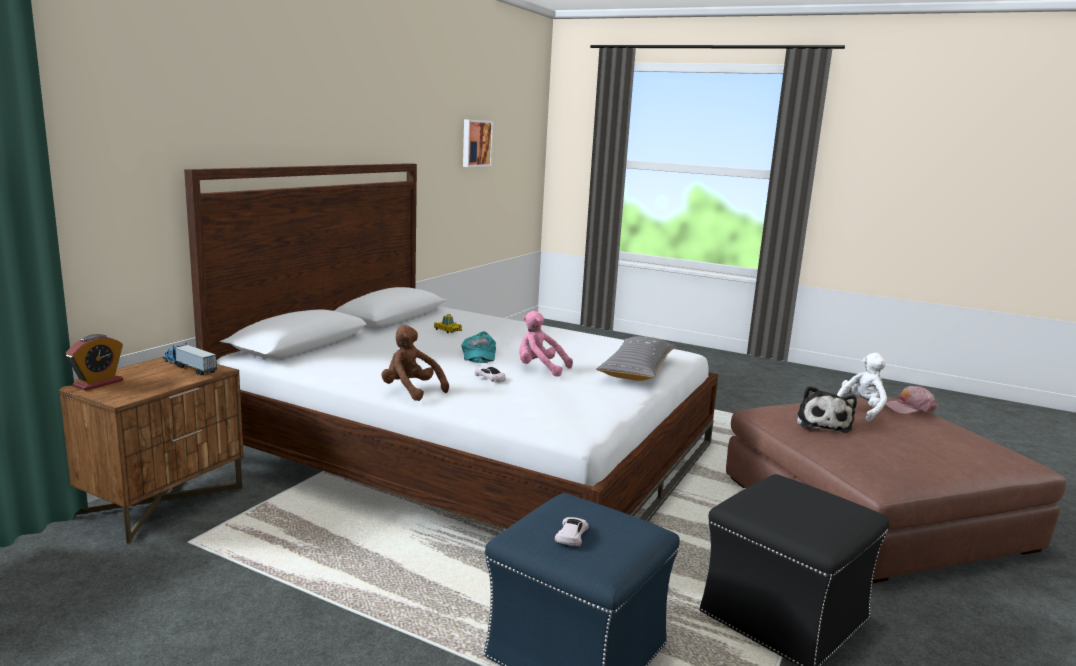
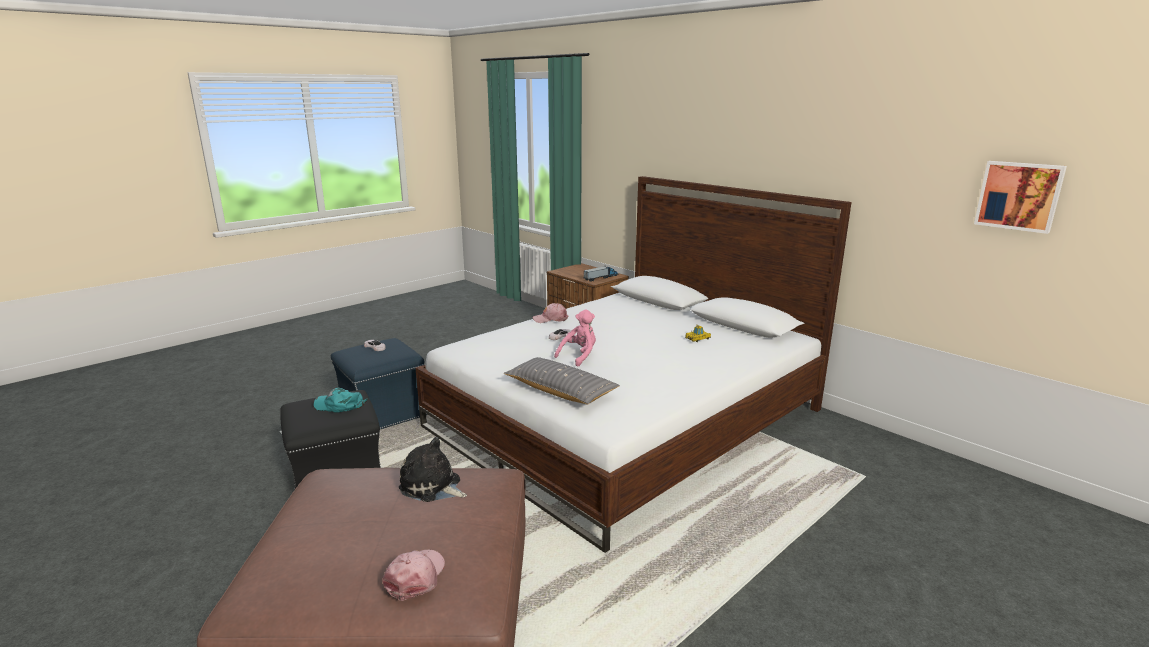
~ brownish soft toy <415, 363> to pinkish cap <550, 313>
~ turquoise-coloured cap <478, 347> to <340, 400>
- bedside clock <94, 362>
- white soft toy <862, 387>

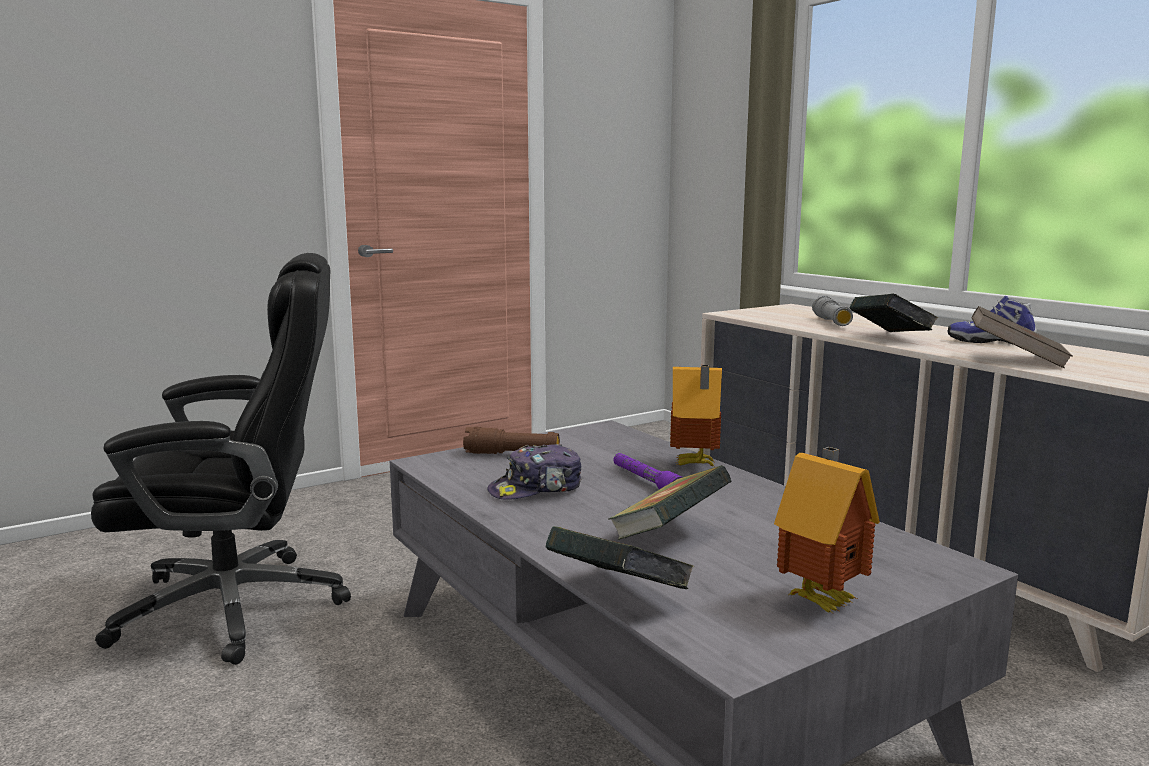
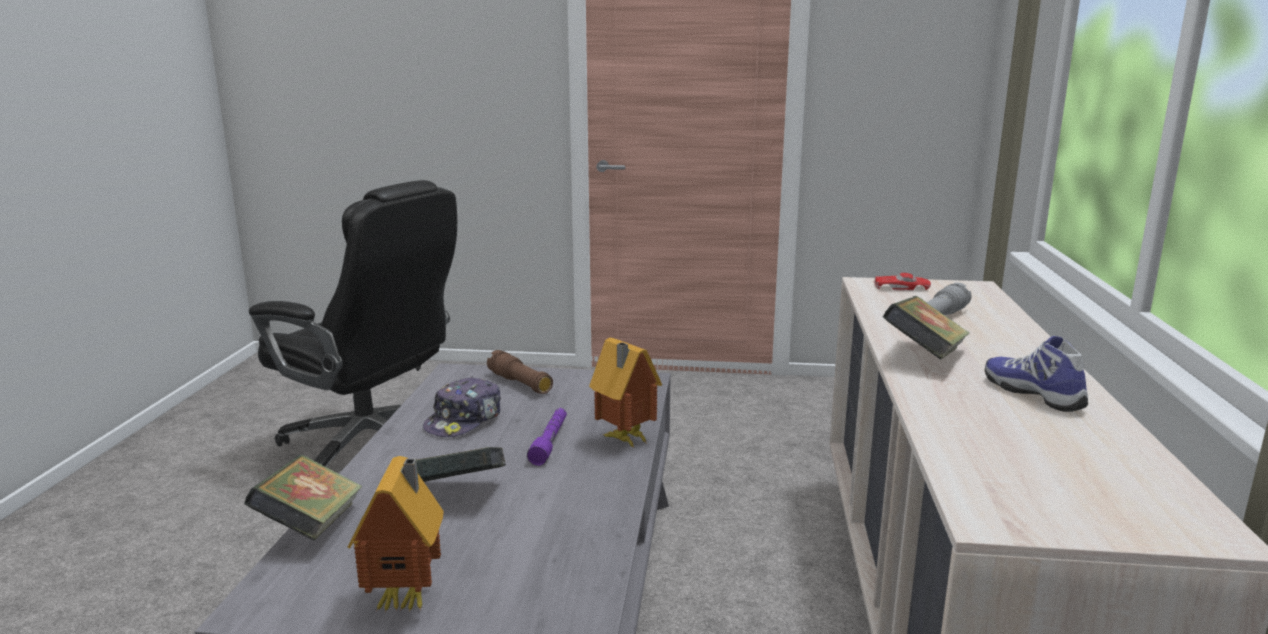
- brownish volume <1022, 337>
~ cap <534, 472> = <462, 406> 75 degrees counterclockwise
+ red model car <902, 282>

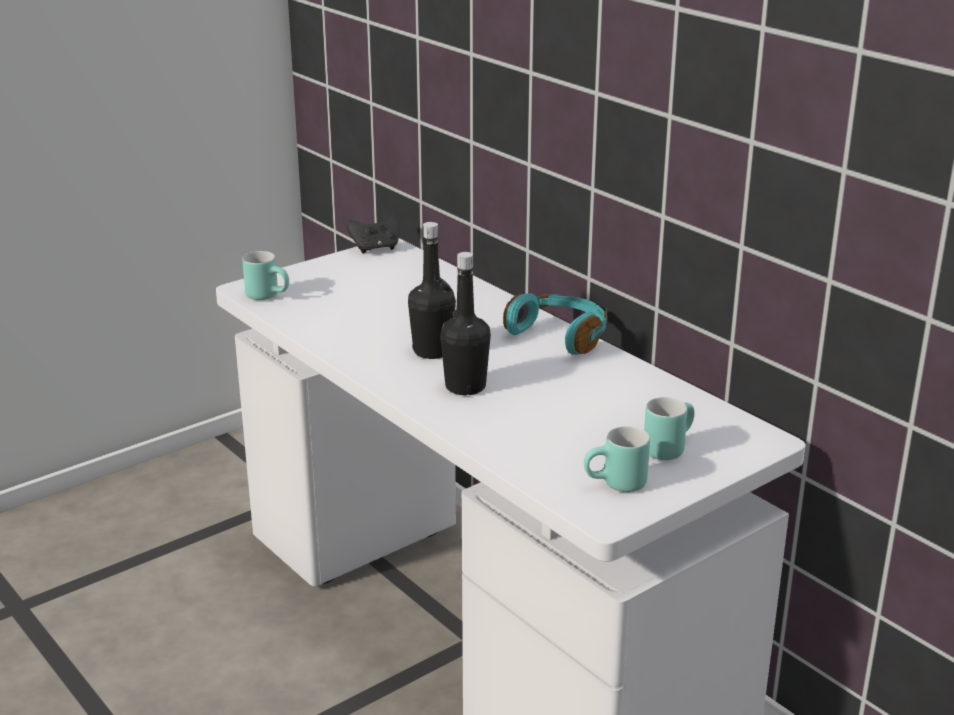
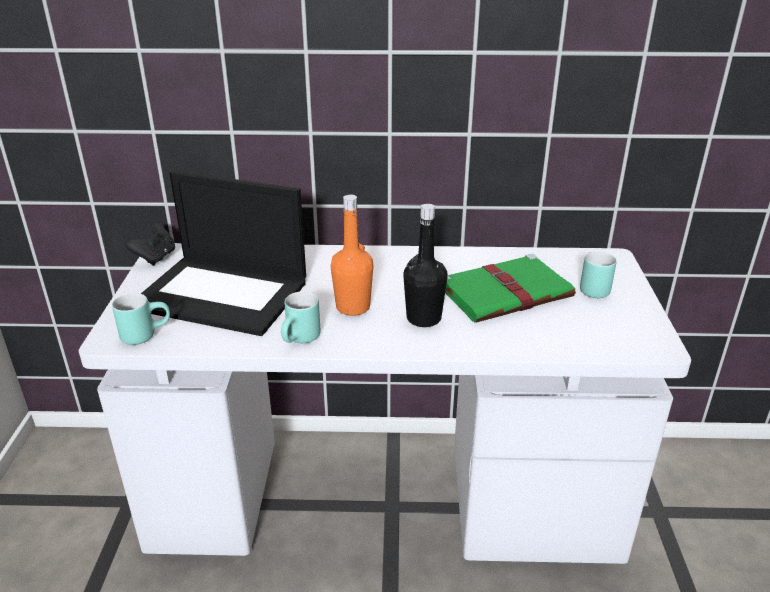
~ black-coloured drink bottle <432, 290> to orangey drink bottle <352, 255>
- turquoise-coloured headset <555, 324>
~ turquoise-coloured mug <617, 459> to <300, 317>
+ portable computer <223, 253>
+ green-coloured volume <510, 288>

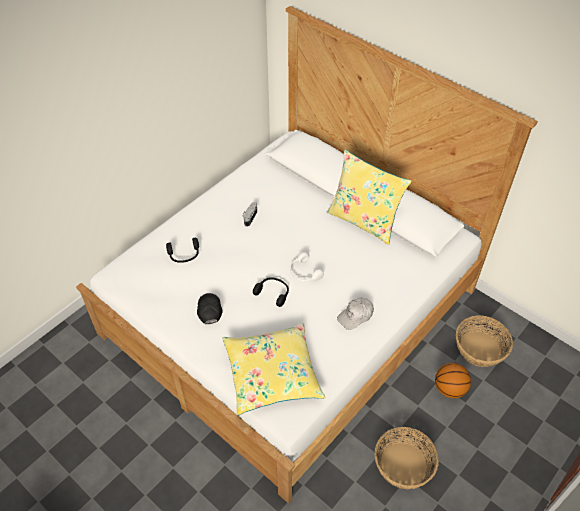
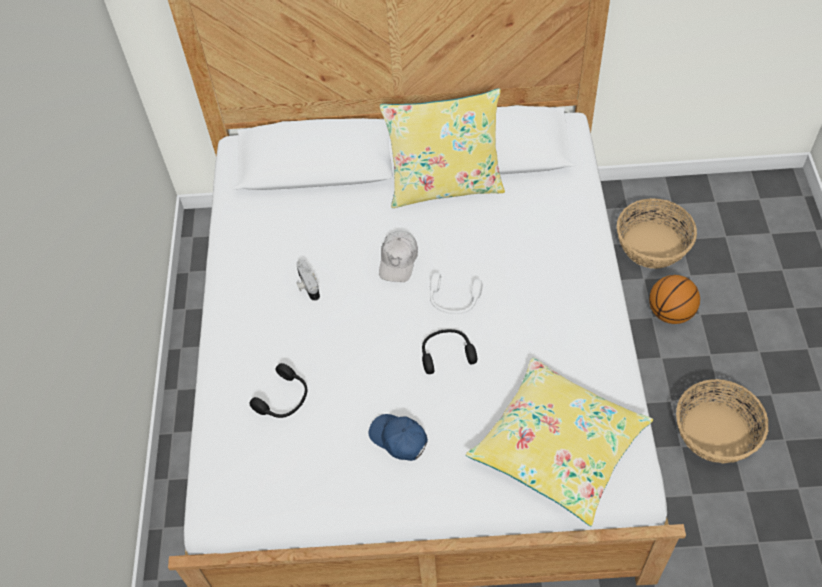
~ black-coloured cap <210, 308> to bluish cap <398, 437>
~ white cap <355, 313> to <398, 256>

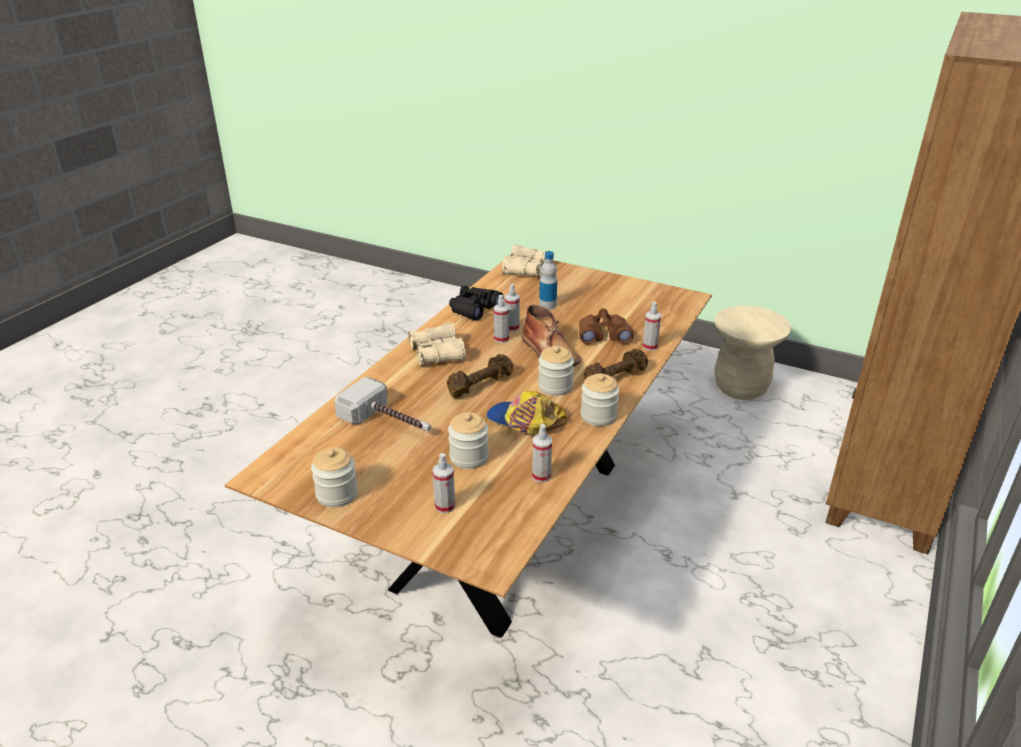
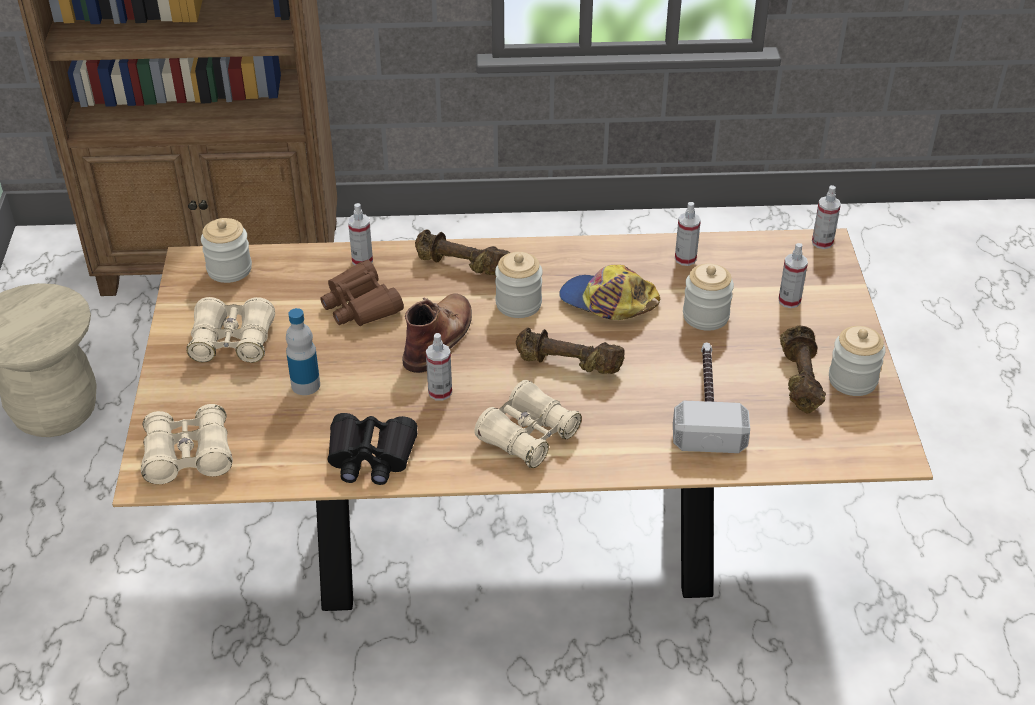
~ spray bottle <512, 307> to <826, 217>
~ preserve jar <599, 400> to <226, 250>
~ cap <526, 412> = <609, 292> 120 degrees clockwise
+ beige field glasses <230, 330>
+ brownish dumbbell <803, 370>

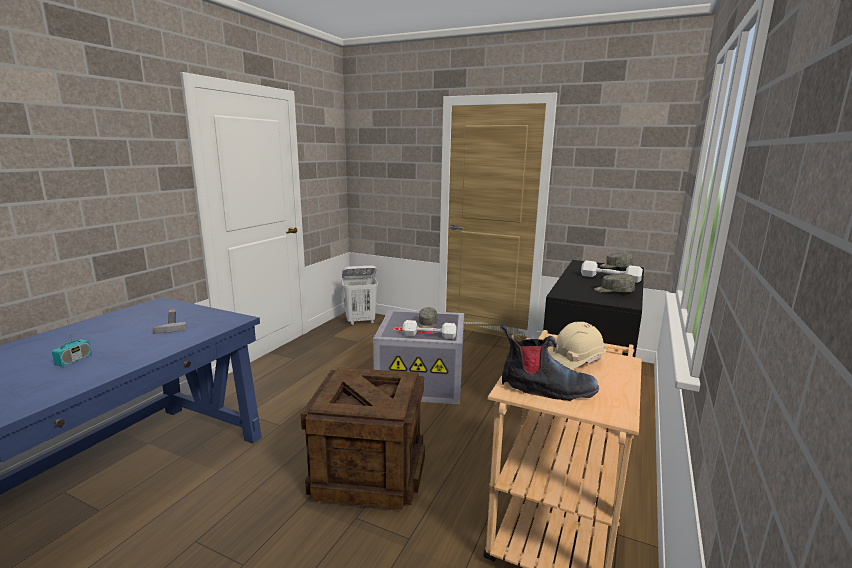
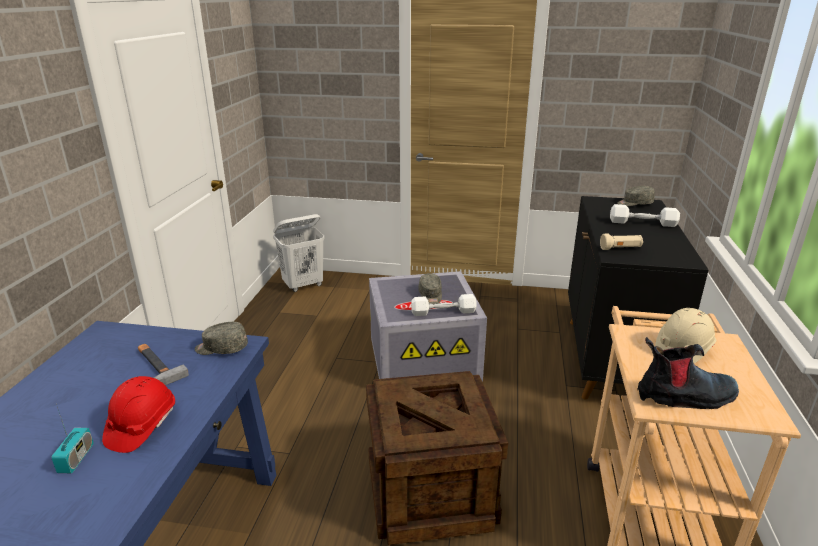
~ greyish cap <614, 283> to <221, 338>
+ beige hand torch <621, 242>
+ red safety helmet <138, 414>

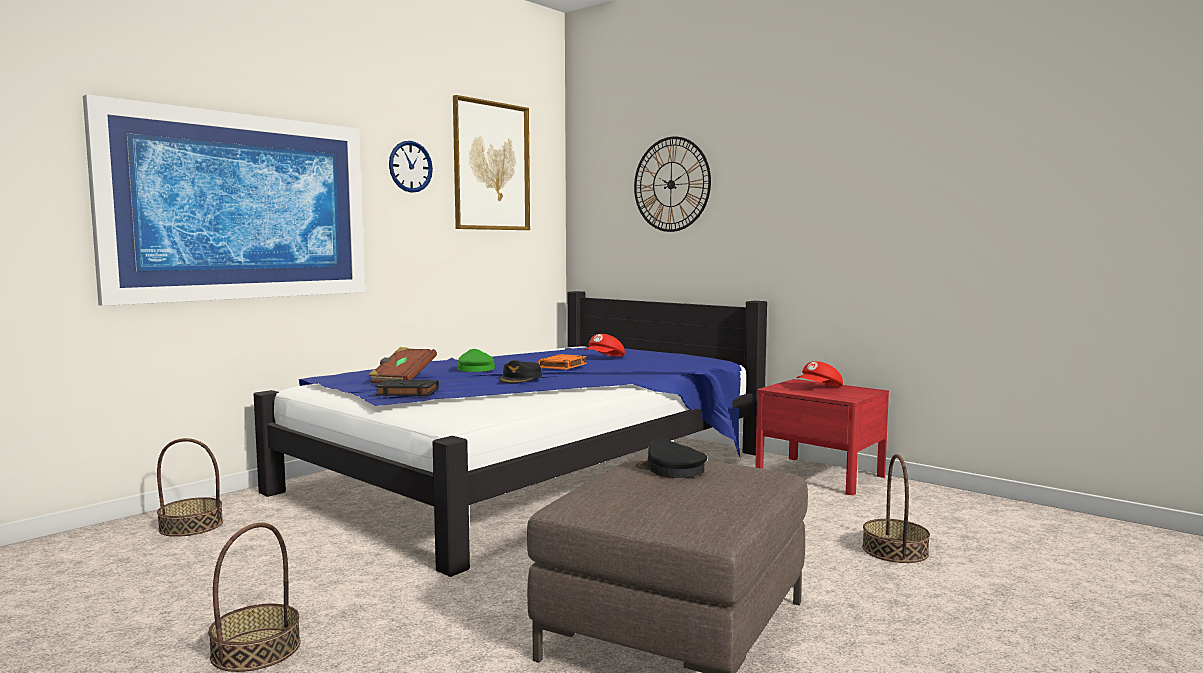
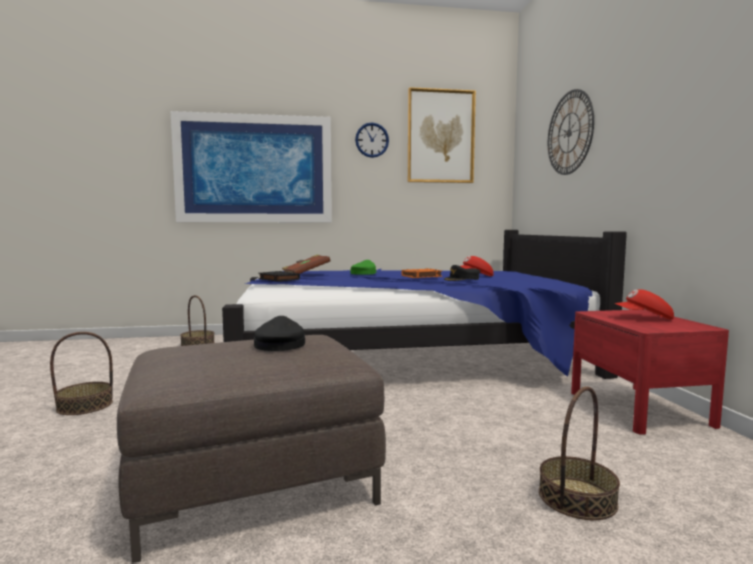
~ black-coloured cap <520, 371> to <462, 273>

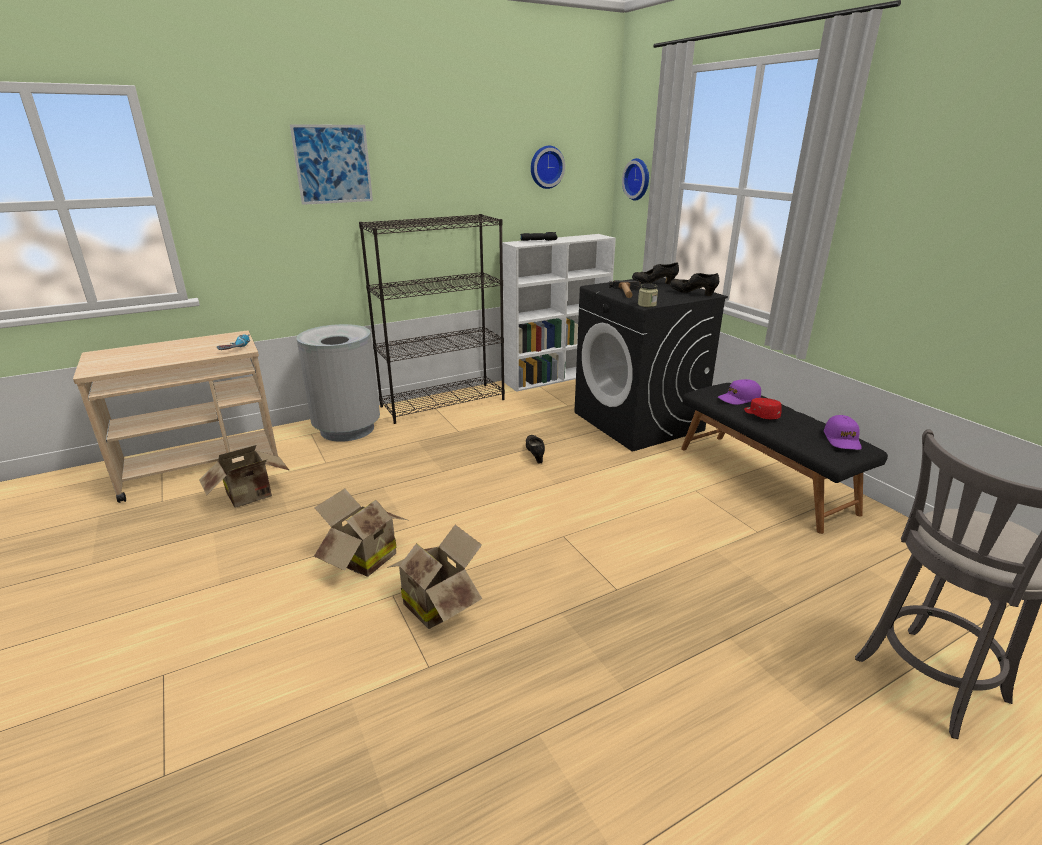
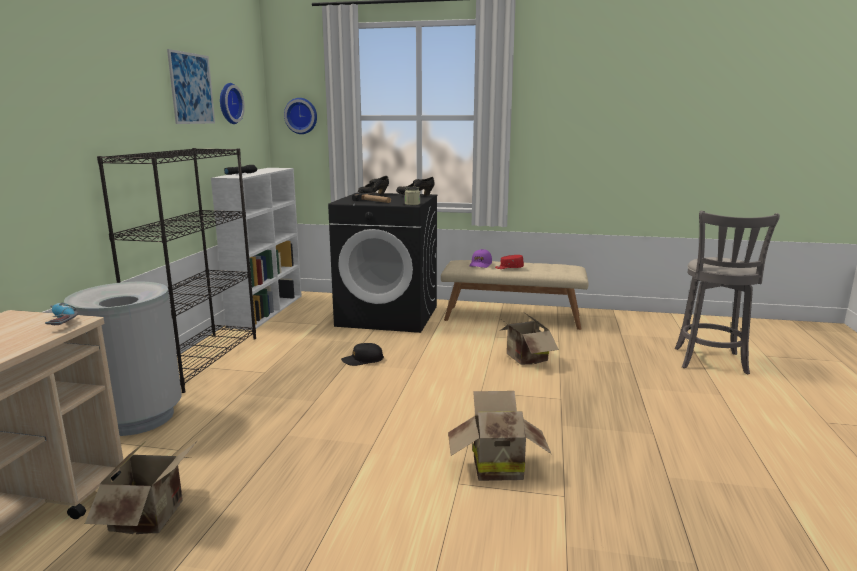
~ wall picture <331, 164> to <191, 86>
~ black-coloured indoor bench <784, 458> to beige indoor bench <515, 295>
- purplish cap <843, 432>
~ black-coloured item of footwear <535, 449> to black-coloured cap <362, 354>
~ carton <360, 533> to <527, 339>

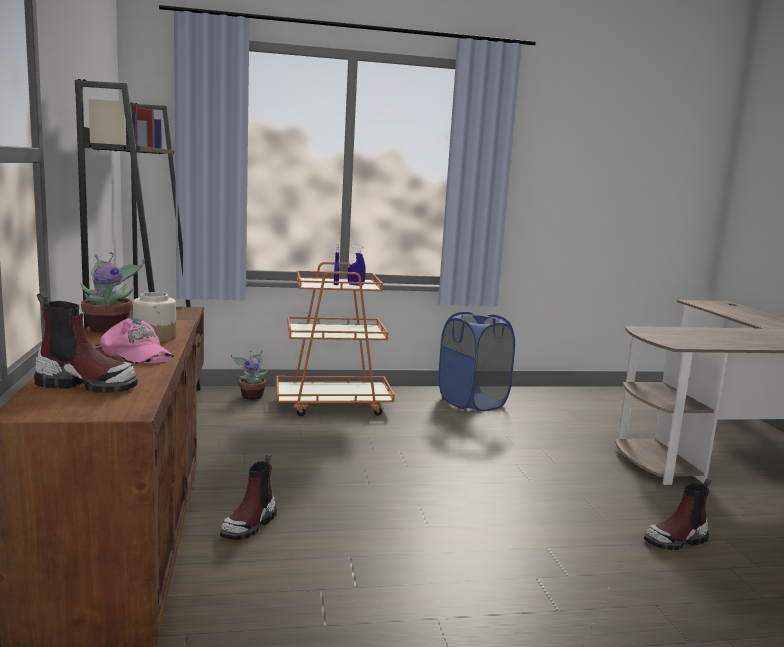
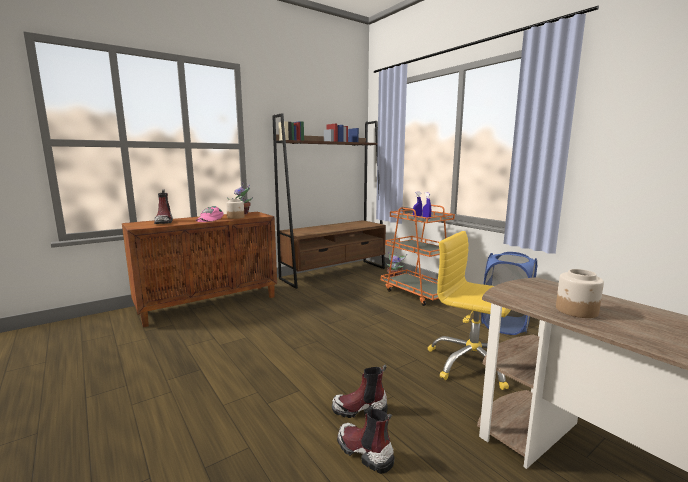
~ boot <248, 497> to <360, 391>
+ yellowish desk chair <469, 310>
+ preserve jar <580, 293>

